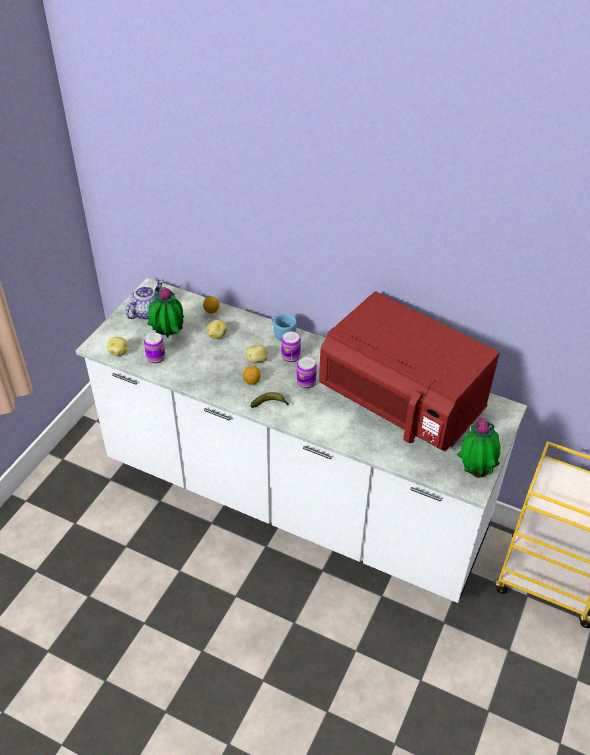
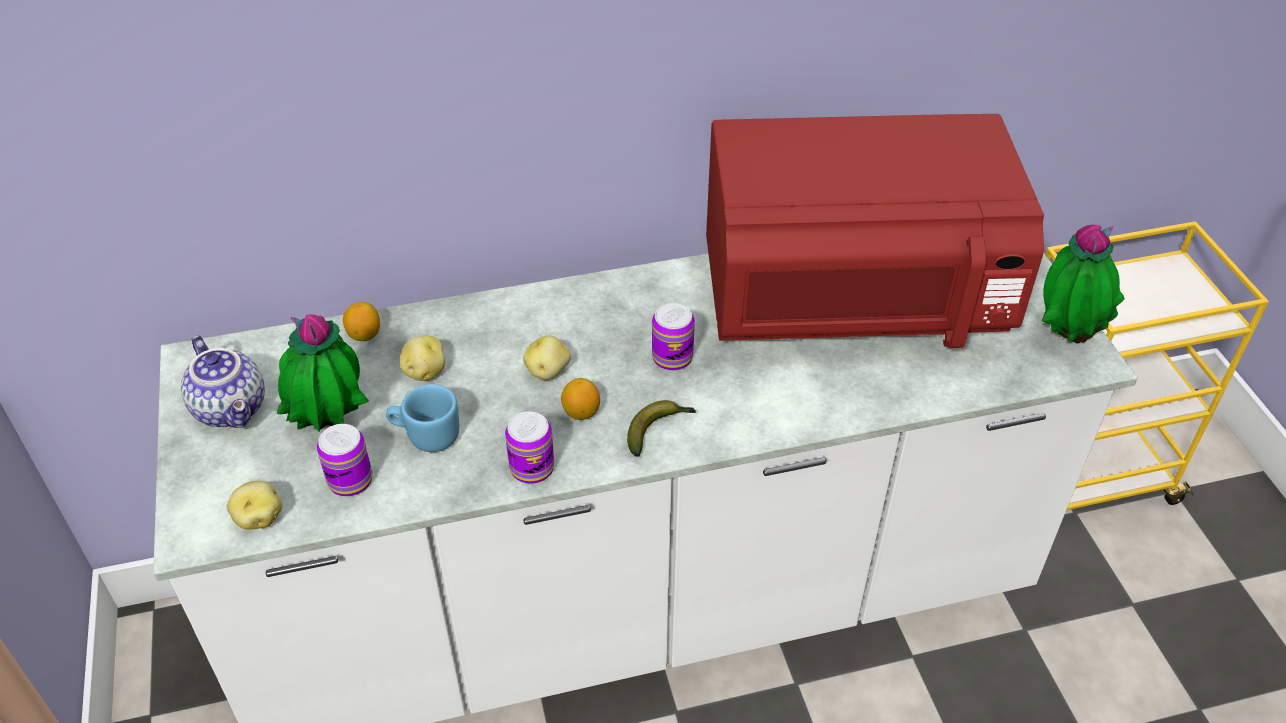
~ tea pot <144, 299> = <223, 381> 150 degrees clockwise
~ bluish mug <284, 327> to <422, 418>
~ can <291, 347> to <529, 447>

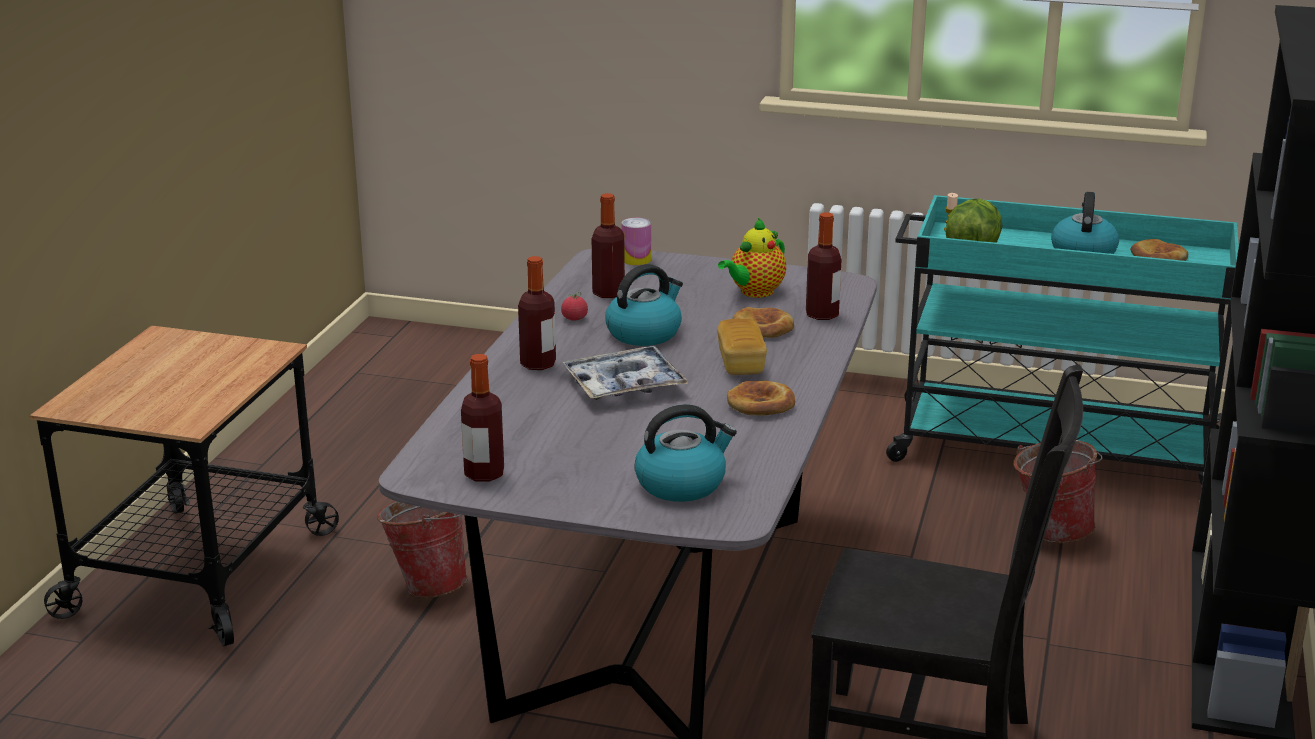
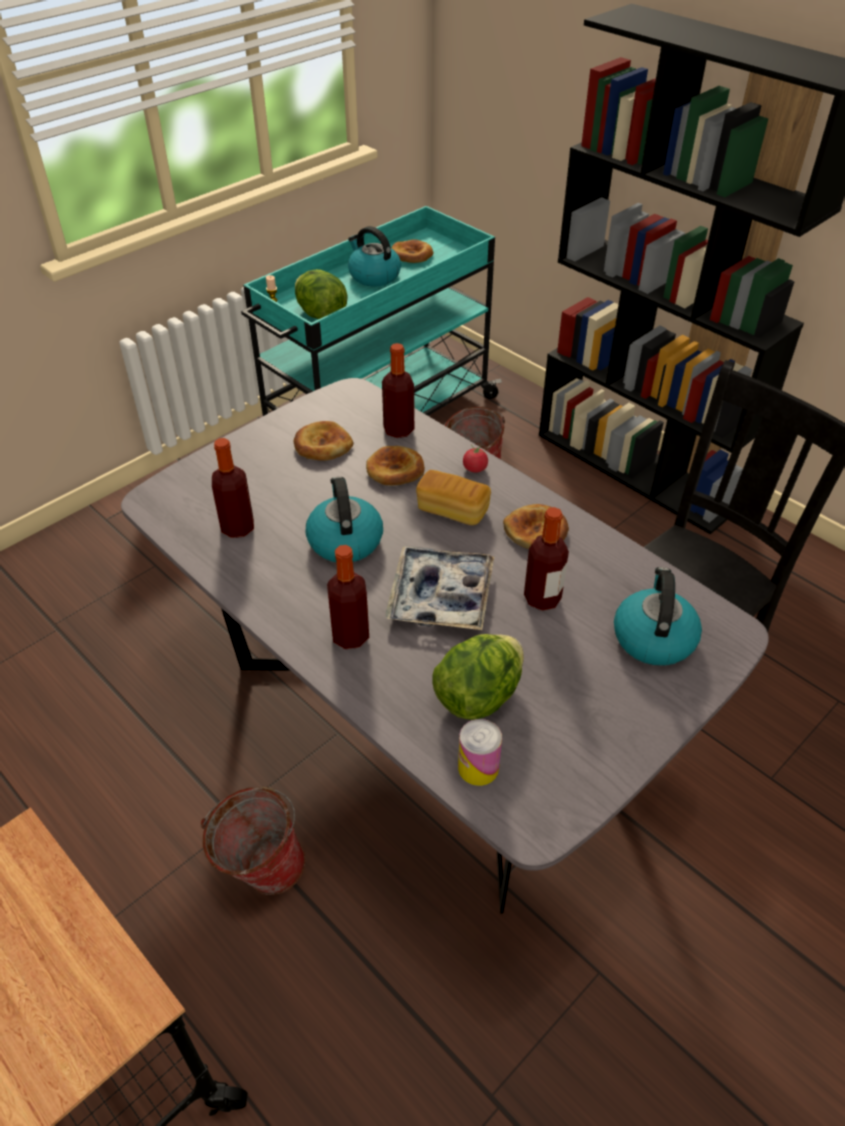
~ can <636, 241> to <480, 752>
~ tea pot <752, 258> to bread <323, 440>
~ whole tomato <574, 306> to <475, 459>
~ drink bottle <482, 417> to <546, 559>
+ lettuce head <478, 677>

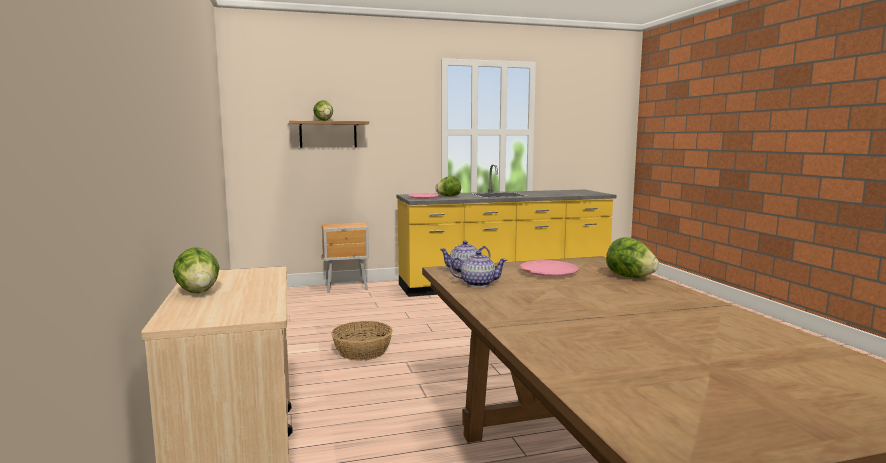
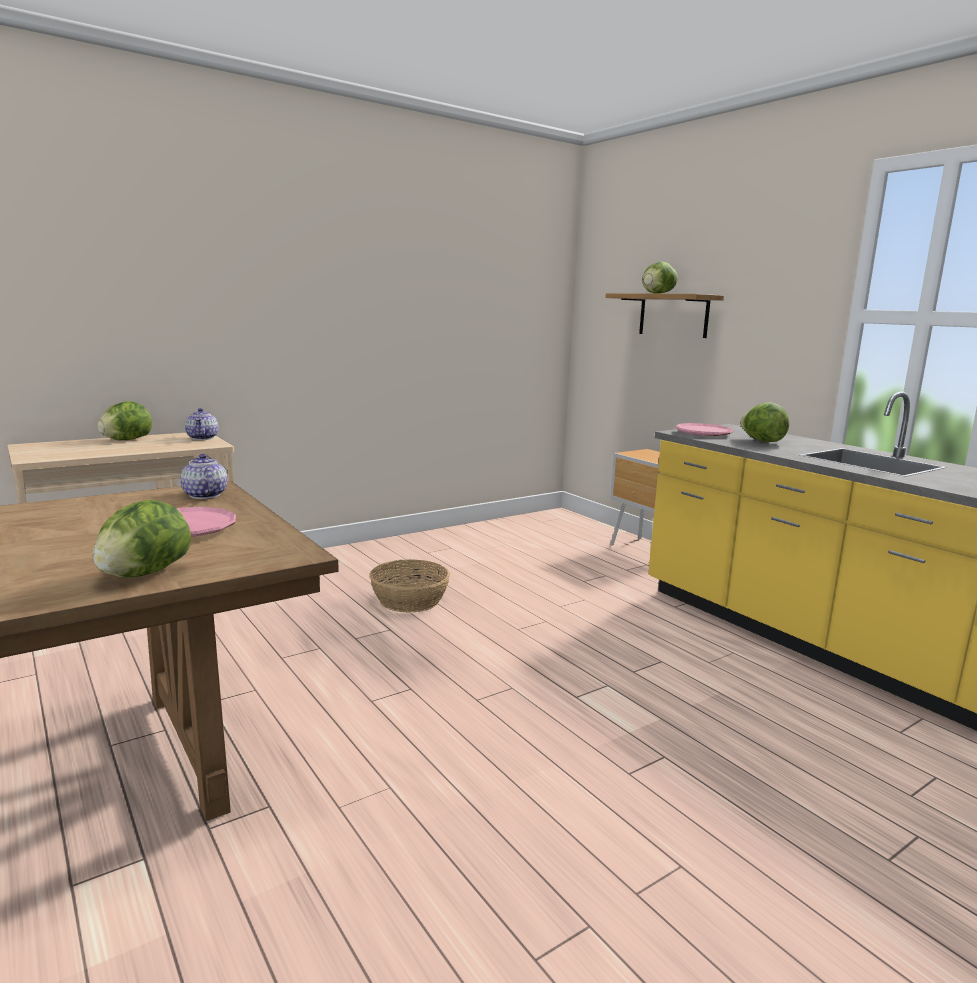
~ tea pot <478, 269> to <201, 424>

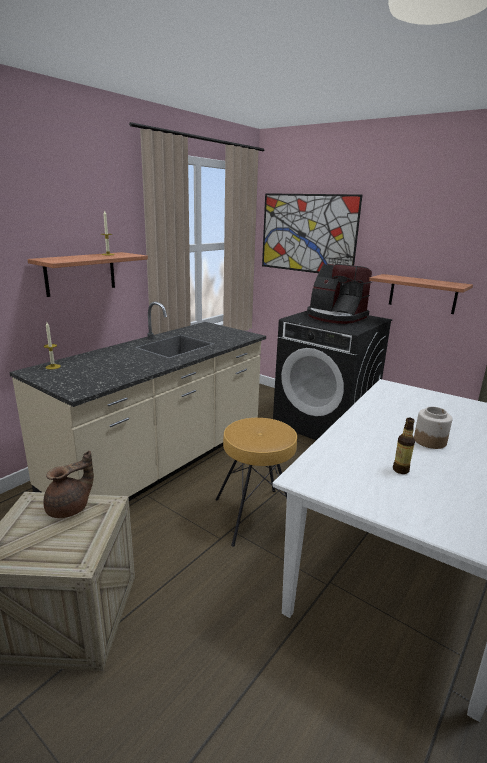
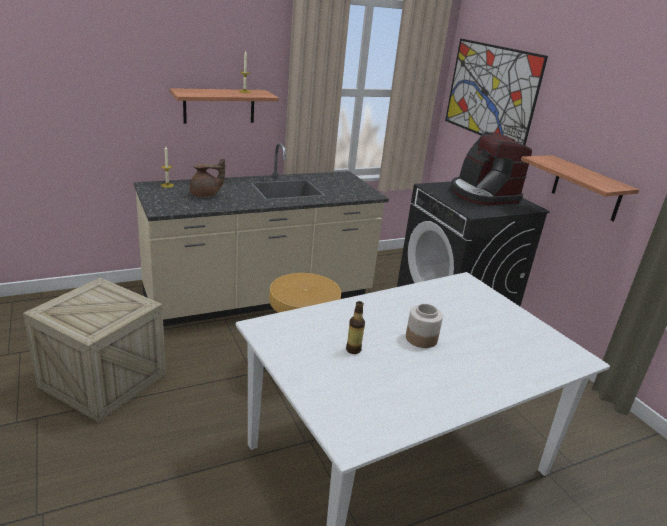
~ brownish tea pot <68, 484> to <207, 177>

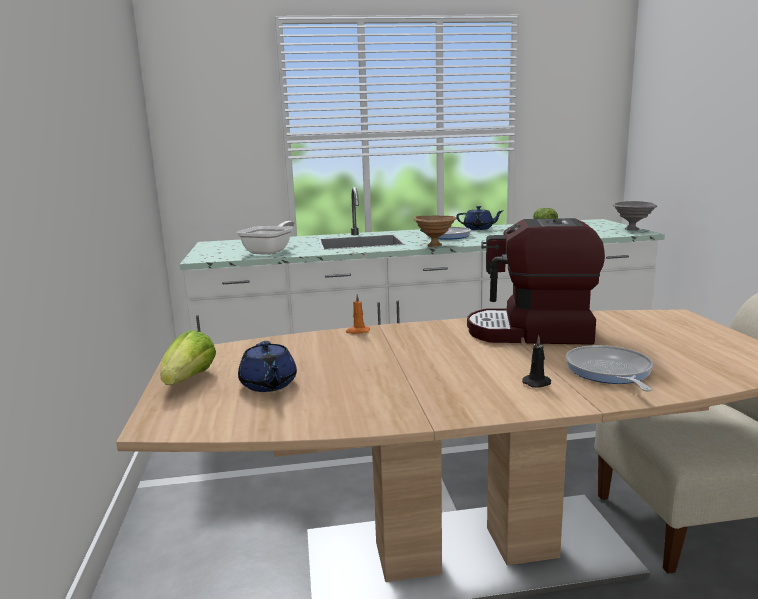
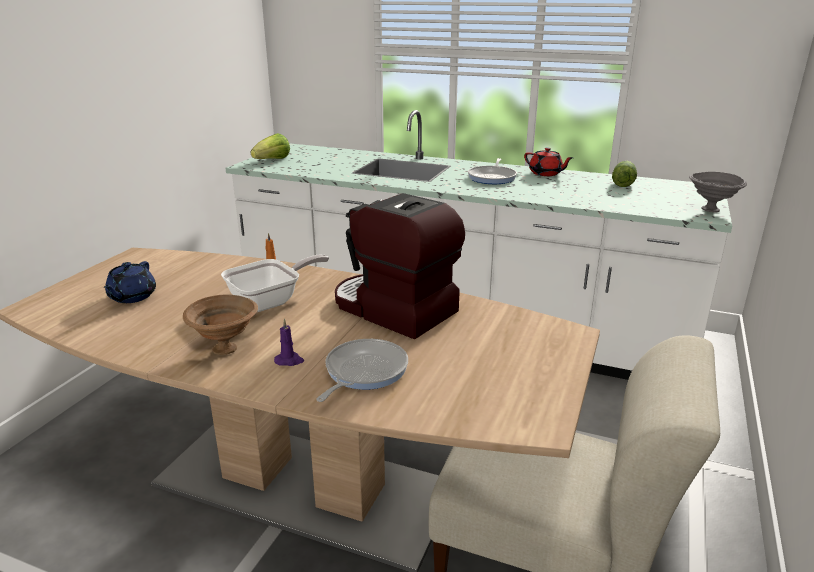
~ bluish tea pot <479, 218> to red tea pot <548, 162>
~ brownish bowl <435, 231> to <220, 324>
~ frying pan <266, 238> to <275, 283>
~ lettuce head <188, 357> to <270, 146>
~ black-coloured candle <536, 362> to purplish candle <289, 342>

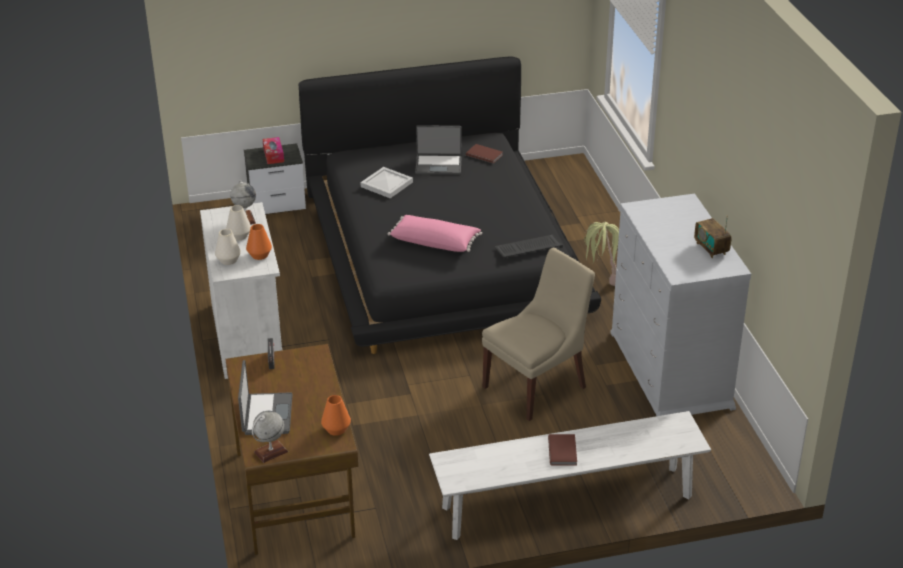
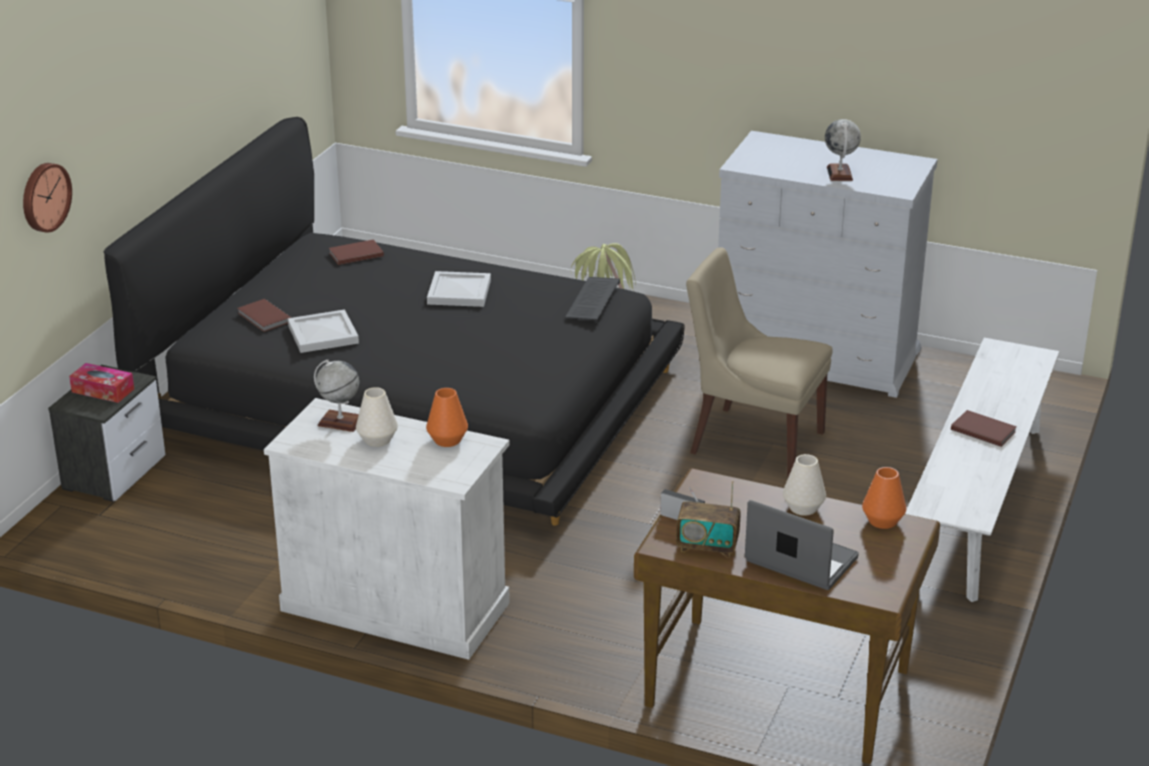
- portable computer <438, 150>
- pinkish pillow <435, 233>
~ radio <713, 236> to <708, 519>
~ white flower vase <228, 247> to <804, 485>
~ beige chair <538, 334> = <759, 362> 60 degrees counterclockwise
~ globe <270, 437> to <843, 150>
+ clock on the wall <47, 198>
+ white carrying tray <459, 289>
+ brownish volume <264, 315>

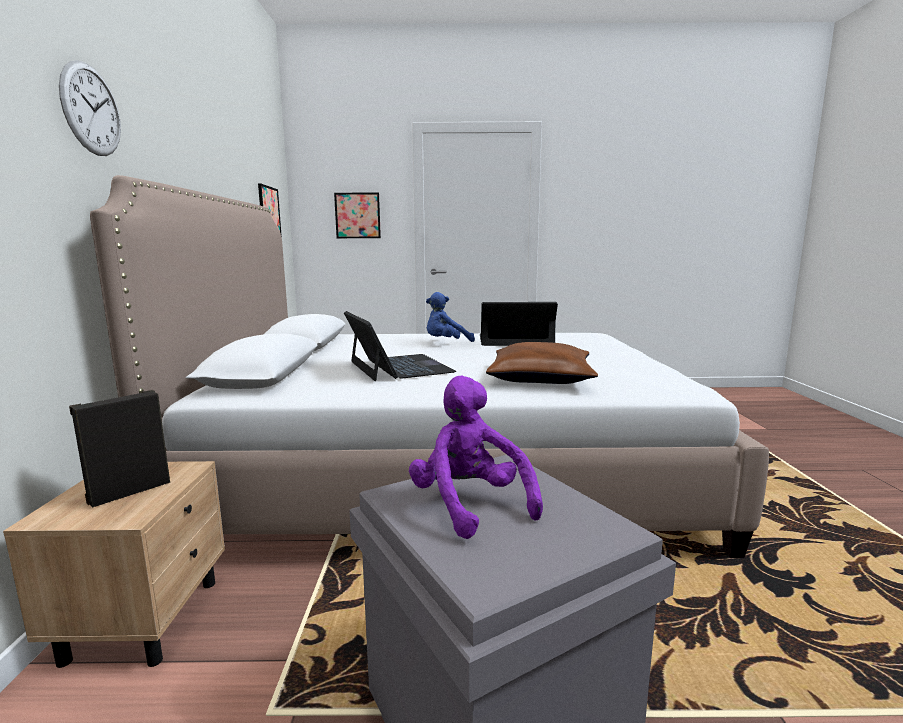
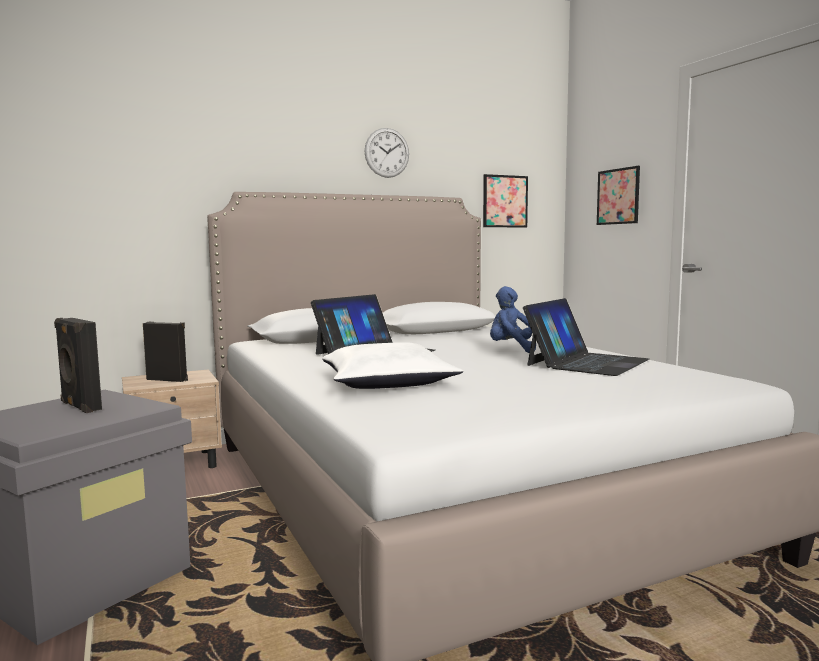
~ clock on the wall <90, 108> to <386, 153>
~ portable computer <519, 324> = <586, 337> 60 degrees clockwise
~ brownish pillow <542, 363> to white pillow <392, 365>
~ purplish soft toy <476, 457> to black-coloured speaker <78, 365>

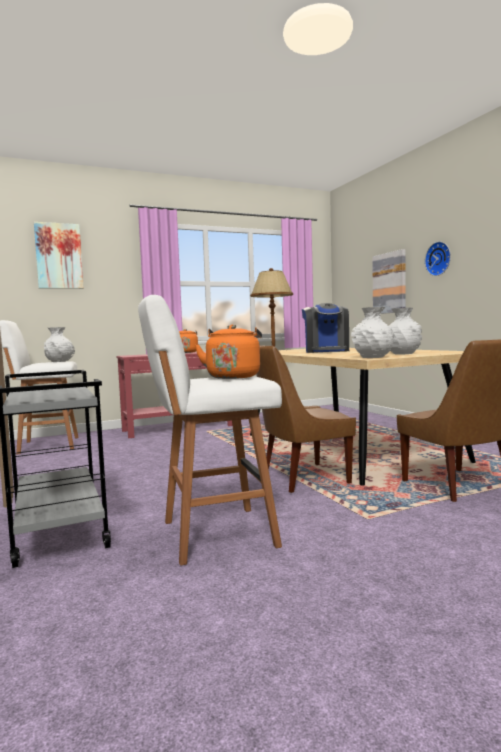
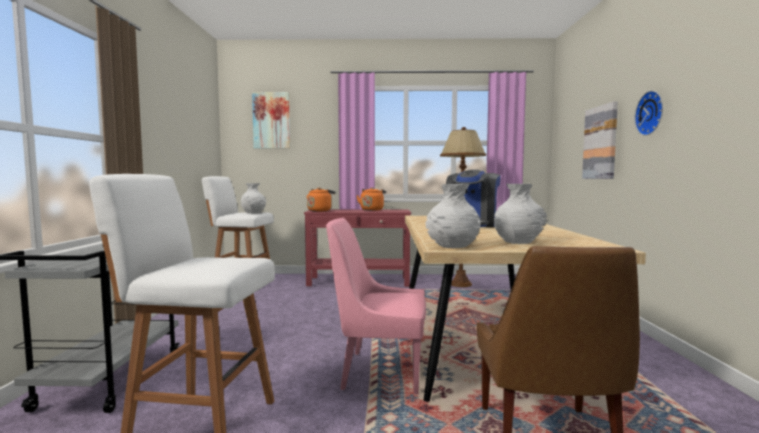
~ orangey water kettle <228, 352> to <321, 200>
~ brownish chair <306, 419> to pinkish chair <376, 306>

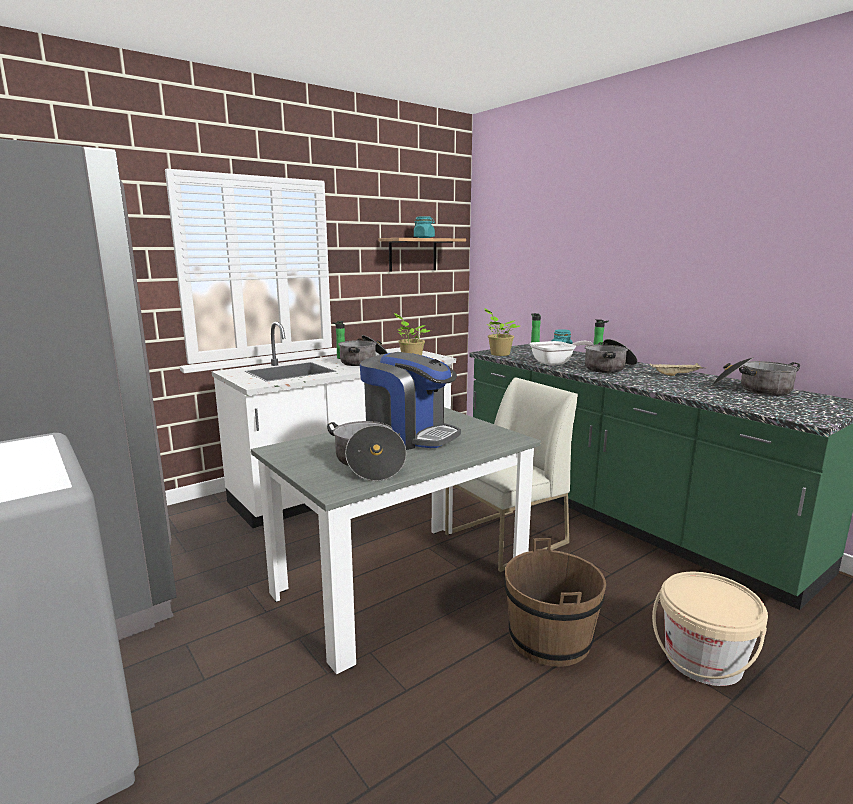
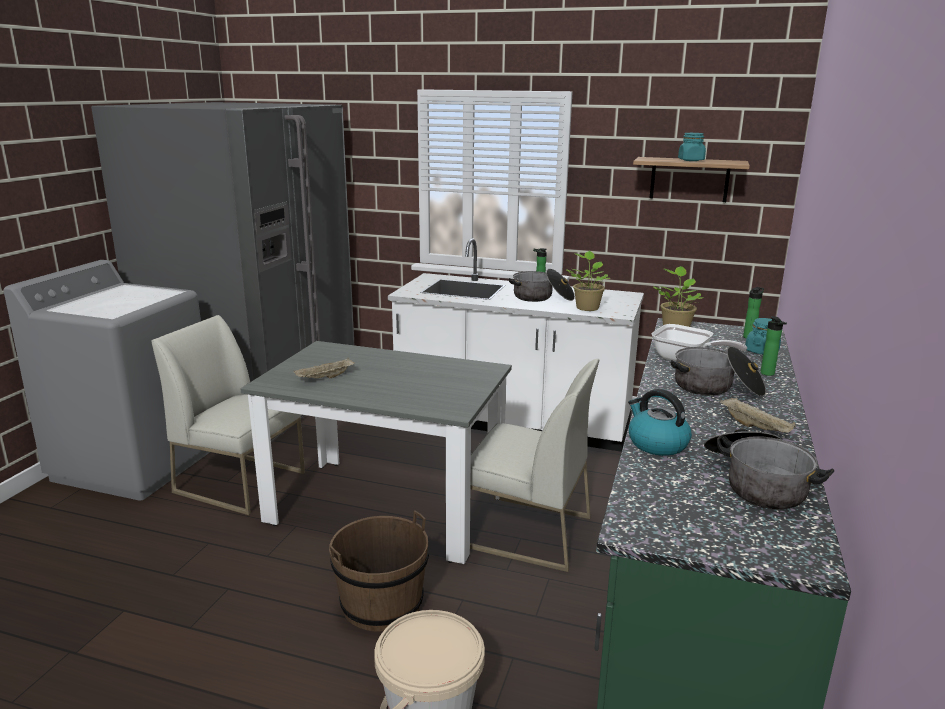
- coffee machine <410, 401>
~ saucepot <366, 451> to beige carrying tray <324, 368>
+ white chair <228, 415>
+ water kettle <660, 422>

